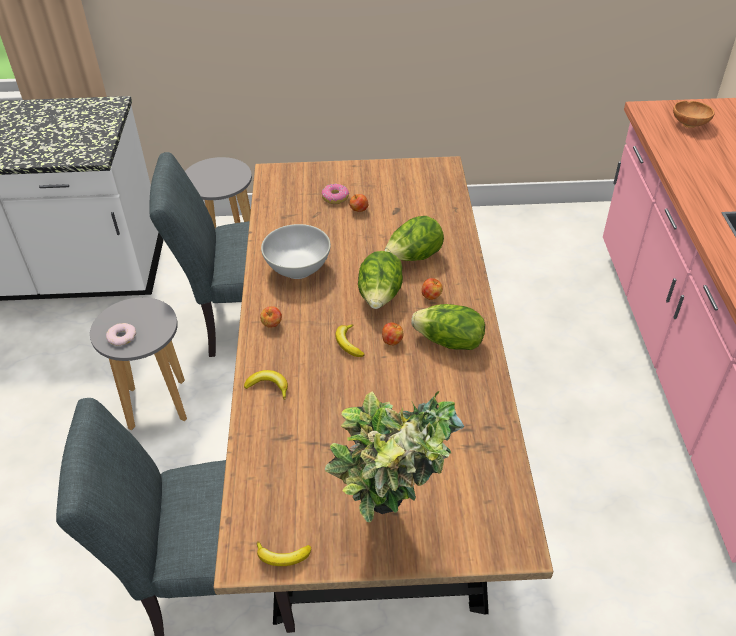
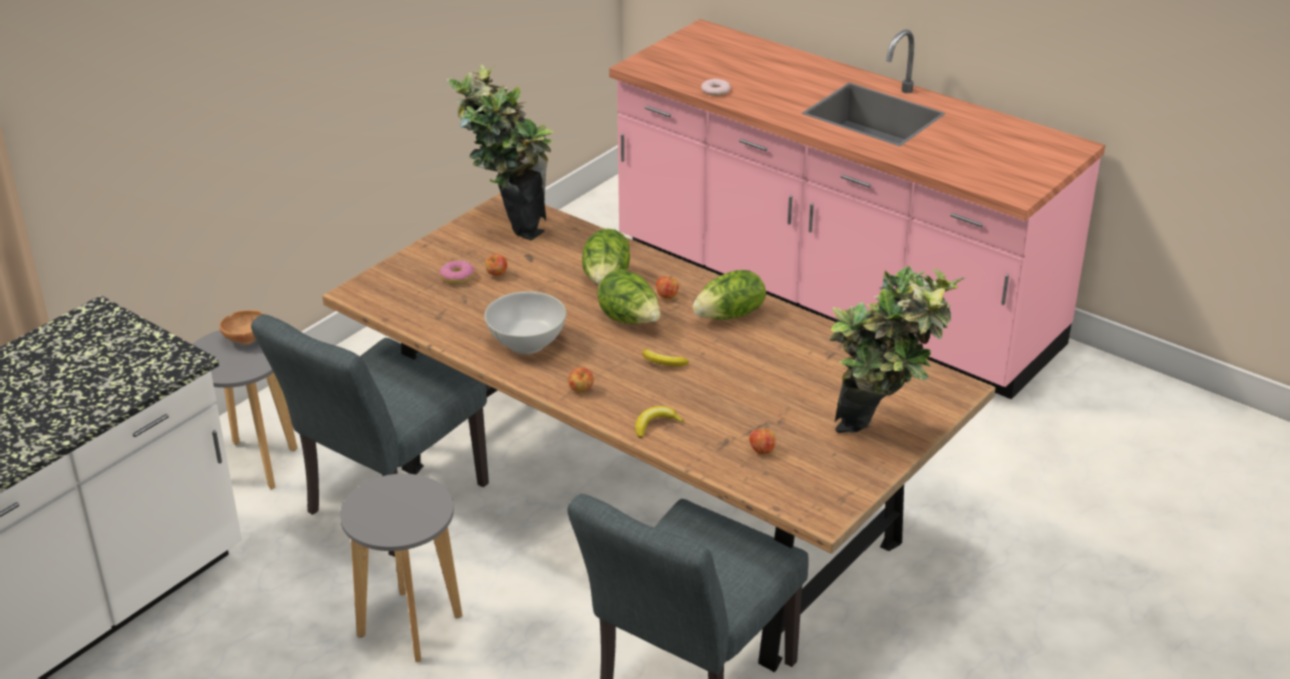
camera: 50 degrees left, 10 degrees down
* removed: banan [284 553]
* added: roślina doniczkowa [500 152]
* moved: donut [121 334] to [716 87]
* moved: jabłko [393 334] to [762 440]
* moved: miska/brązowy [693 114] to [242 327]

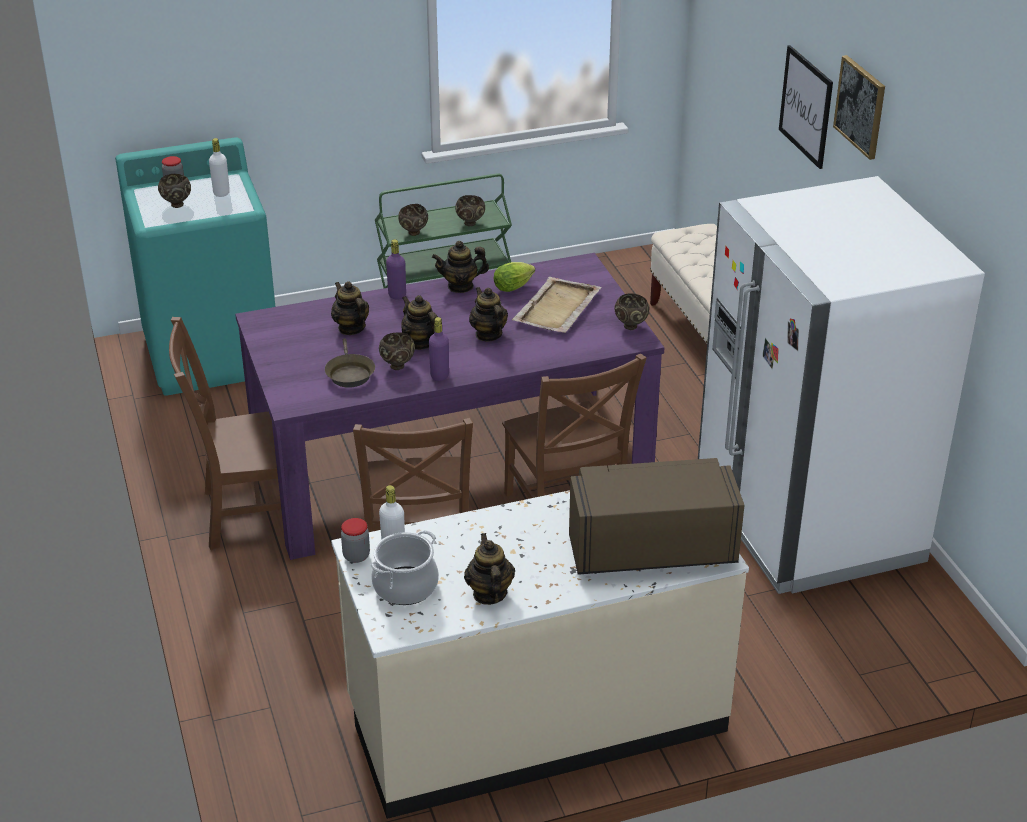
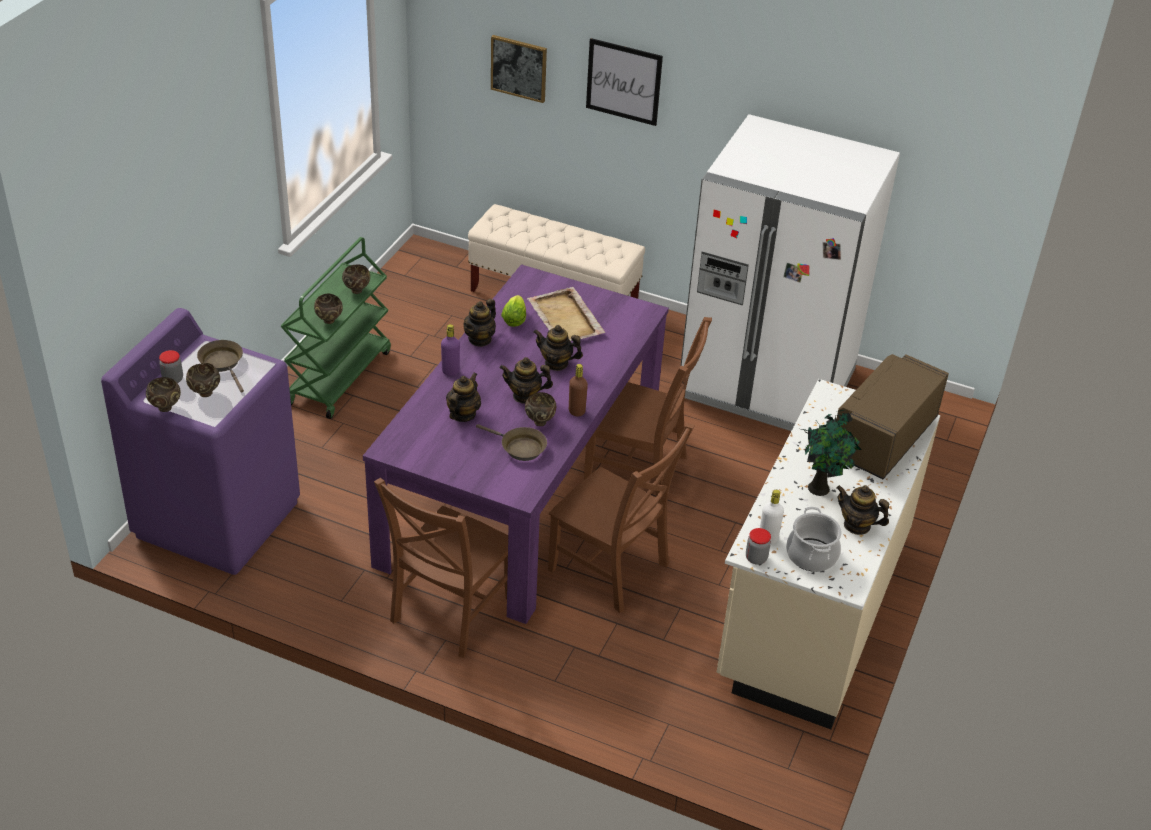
camera: 50 degrees left, 5 degrees up
* added: roślina doniczkowa [832 453]
* moved: miska/brązowy [632 311] to [163 394]
* moved: obraz [859 107] to [519 69]
* replaced: butelka/biały [219 167] to patelnia/brązowy [220 366]
* recoloured: pralka/turkusowy [195 267] to pralka/fioletowy [200 441]
* recoloured: butelka/fioletowy [439 349] to butelka/brązowy [578 390]
* turned: imbryk [350 308] = [463 397] 105 degrees clockwise

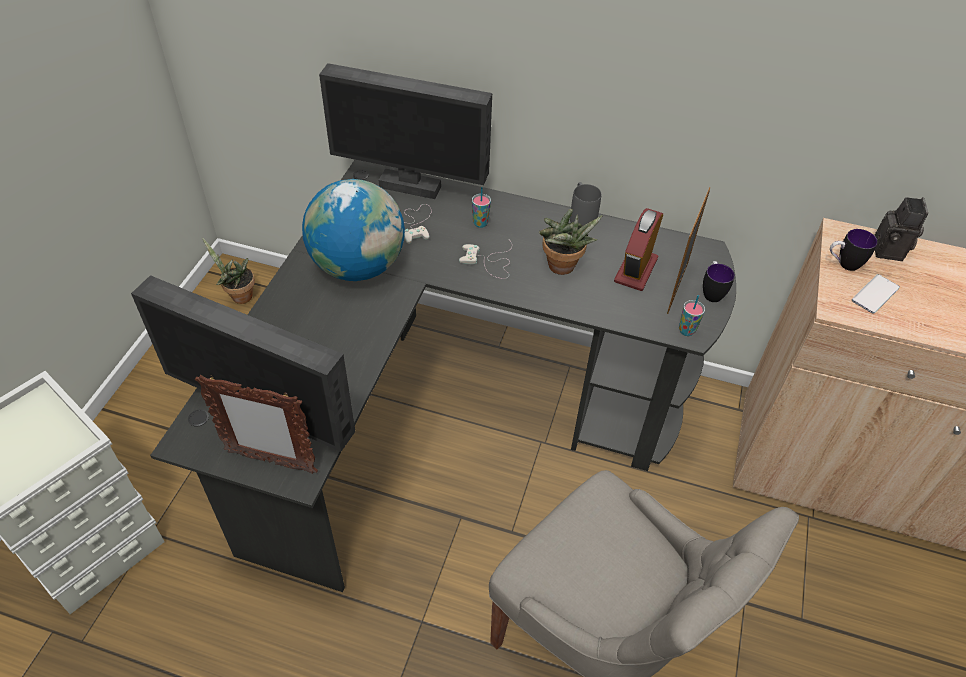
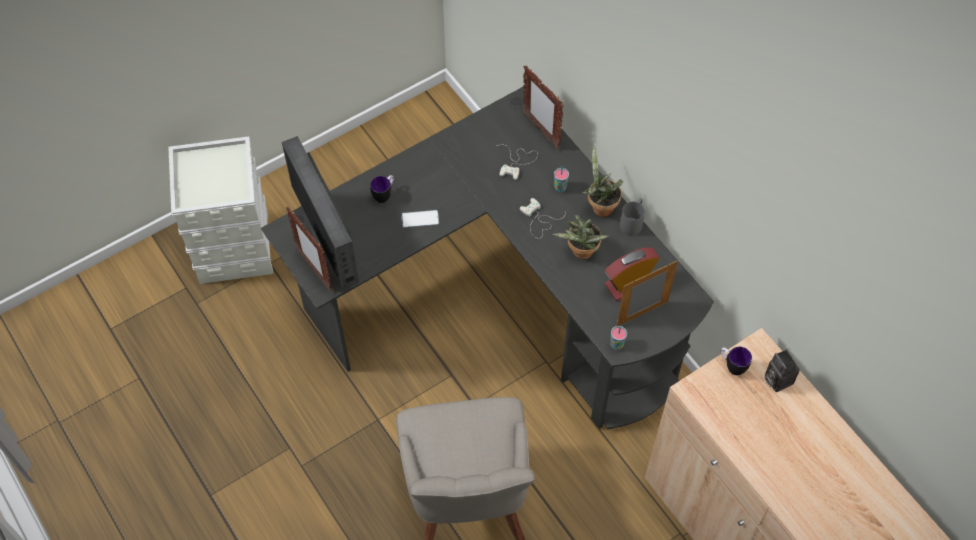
camera: 40 degrees right, 10 degrees up
* removed: globus [353 230]
* moved: roślina doniczkowa [228 270] to [602 180]
* moved: kubek [719 281] to [382 189]
* moved: telefon [876 294] to [420 219]
* replaced: monitor [405 131] to ramka na zdjęcie [543 107]
* turned: aparat fotograficzny [901 229] = [782 370] 105 degrees clockwise

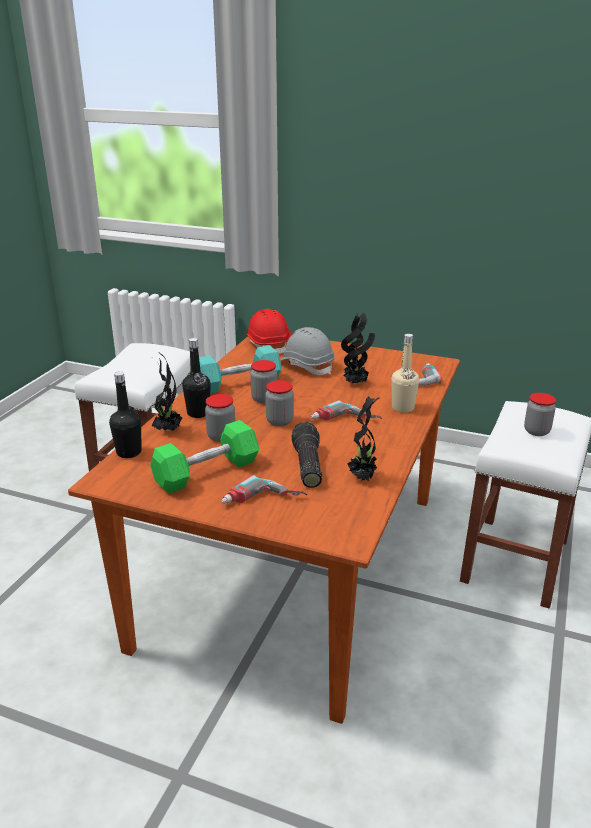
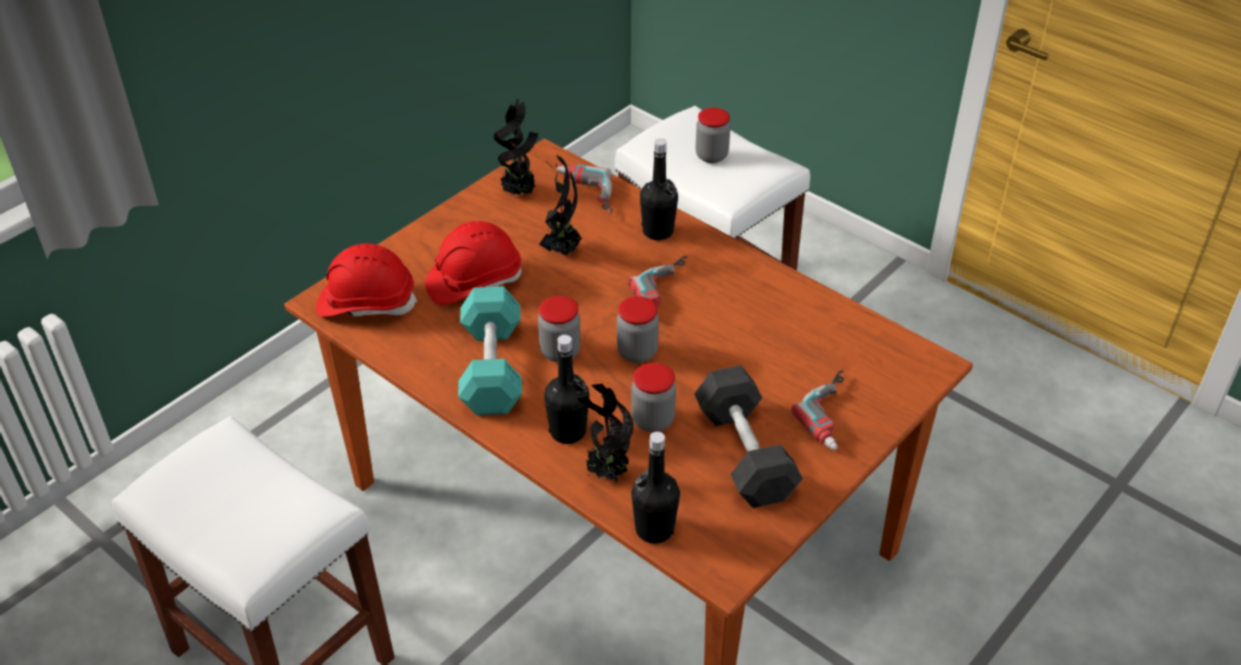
camera: 70 degrees left, 15 degrees up
* removed: latarka [306 455]
* moved: roślina doniczkowa [363 438] to [516 147]
* recoloured: hantel/zielony [204 457] to hantel/szary [748 436]
* recoloured: kask/szary [307 351] to kask/czerwony [473 263]
* recoloured: butelka/beżowy [405 373] to butelka/czarny [659 189]

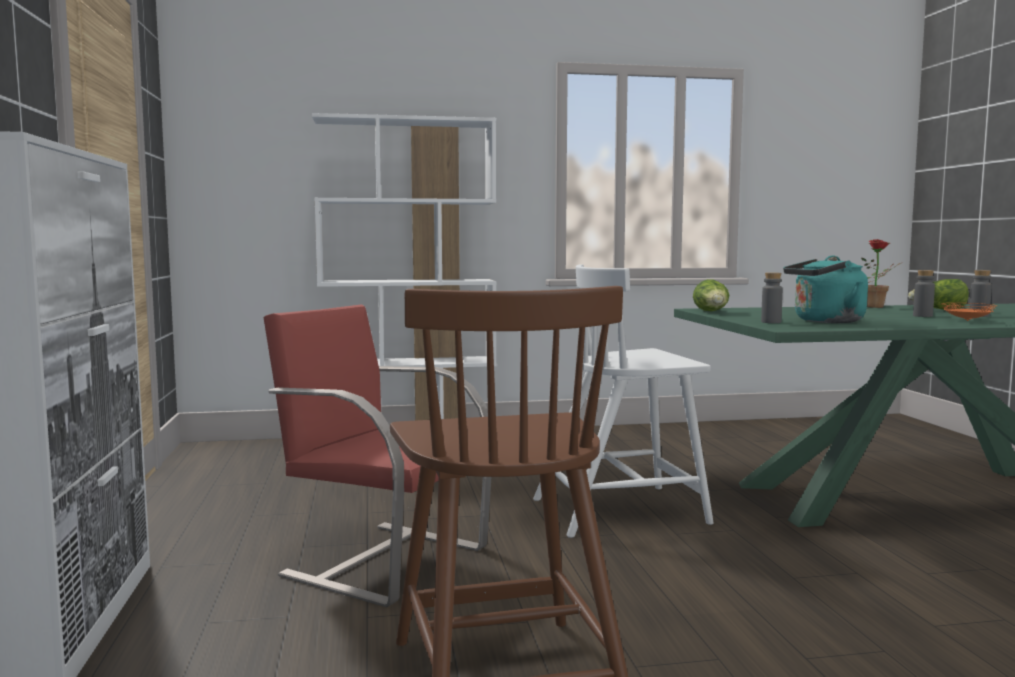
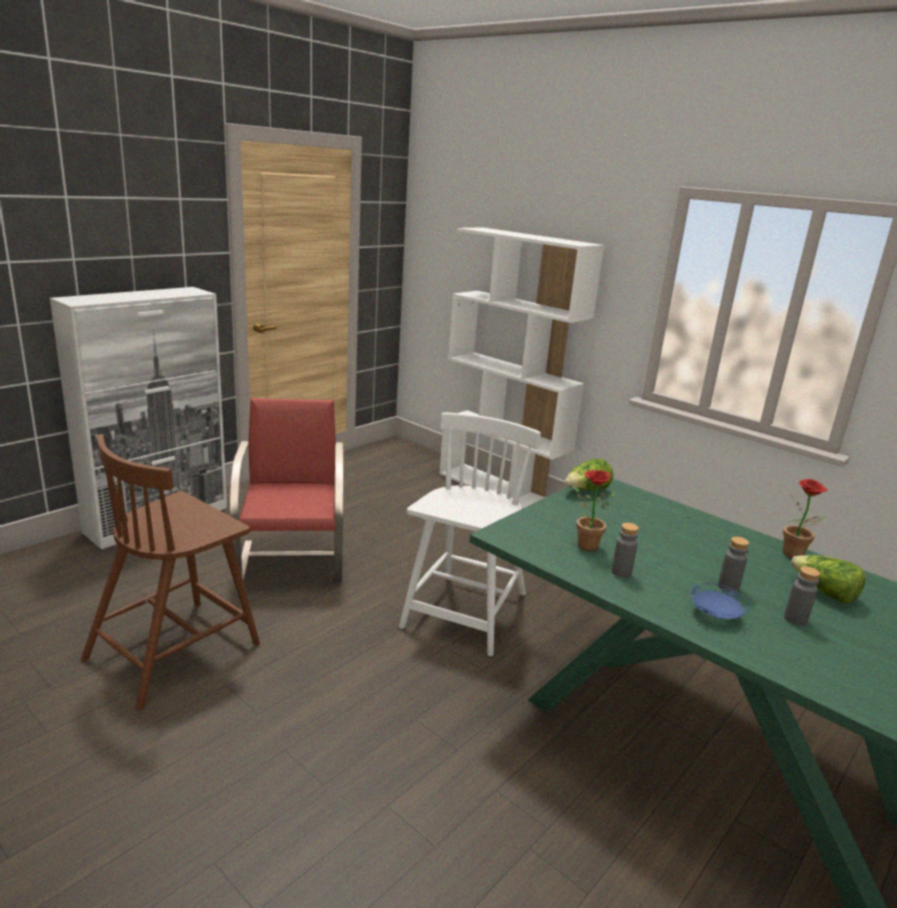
camera: 50 degrees right, 15 degrees up
* moved: butelka/szary [772 297] to [625 550]
* replaced: czajnik/turkusowy [825 289] to roślina doniczkowa [594 510]
* recoloured: talerz/pomarańczowy [969 312] to talerz/niebieski [720 601]
* turned: krzesło/biały [623 401] = [470 534] 75 degrees clockwise

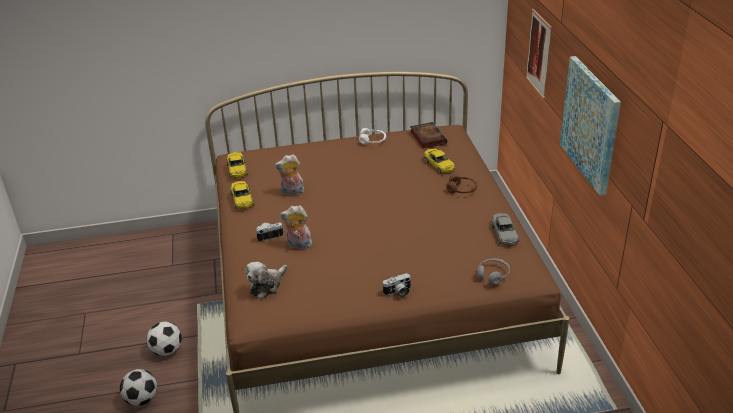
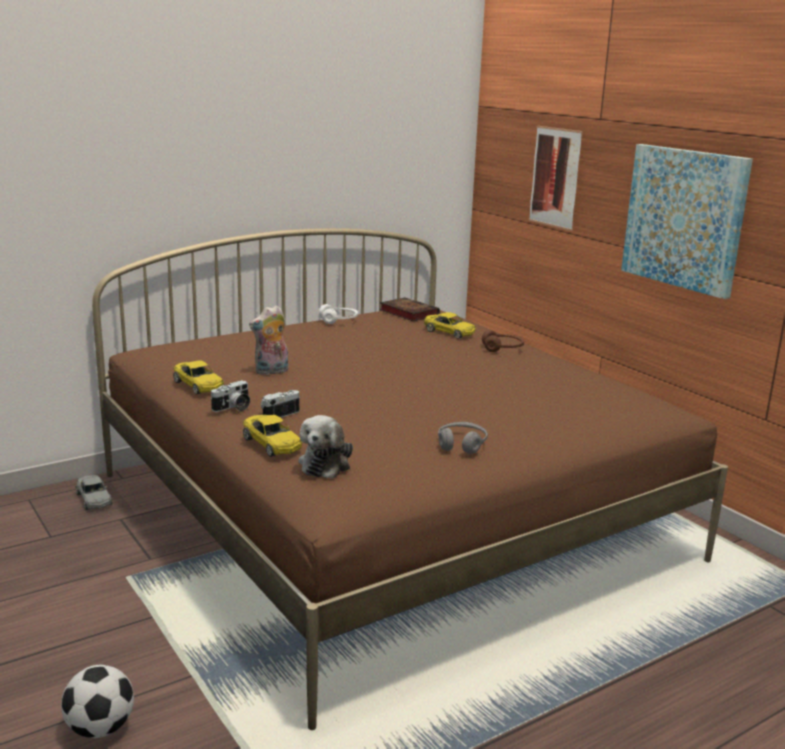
camera: 25 degrees left, 15 degrees down
* removed: piłka futbolowa [164 338]
* removed: pluszak [296 227]
* moved: samochodzik/żółty [236 165] to [272 436]
* moved: aparat fotograficzny [396 285] to [230 396]
* moved: słuchawki/szary [493 271] to [463 438]
* moved: samochodzik/szary [505 229] to [94 492]

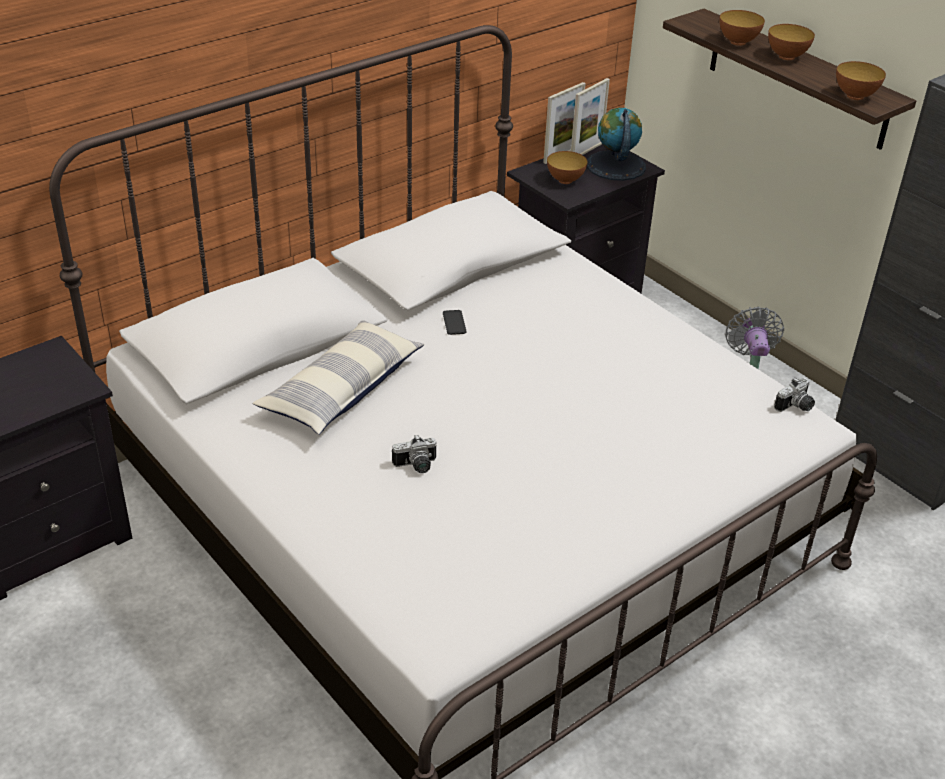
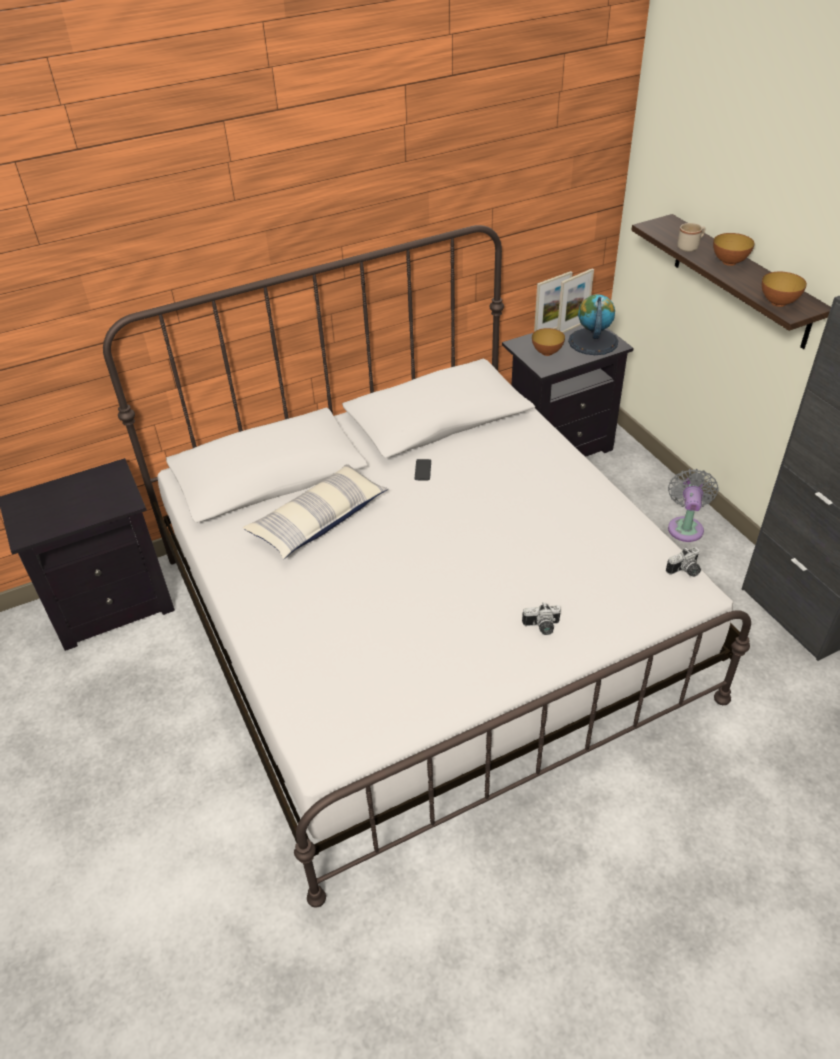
camera: 15 degrees right, 5 degrees up
* moved: aparat fotograficzny [414 454] to [541 618]
* replaced: miska [742 28] to kubek/beżowy [691 237]

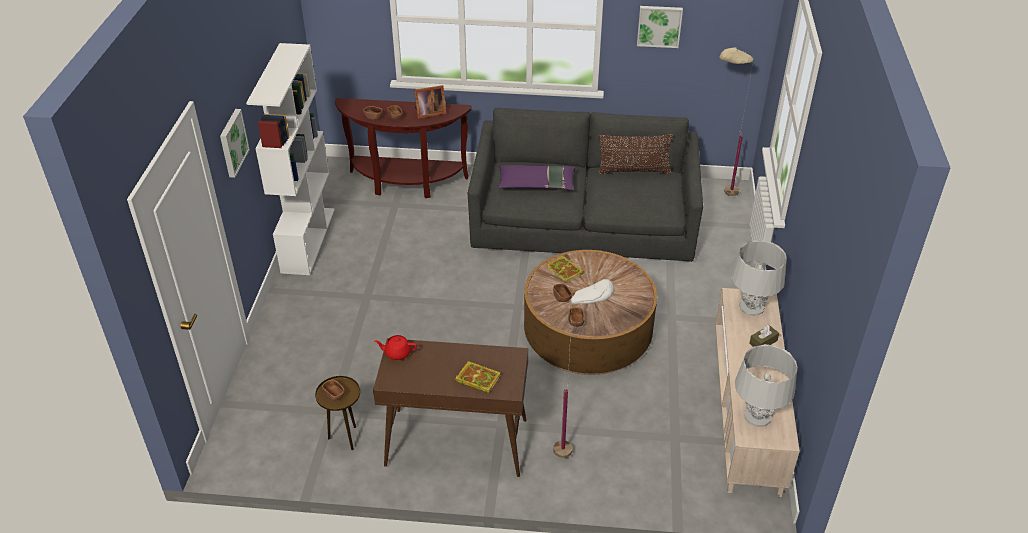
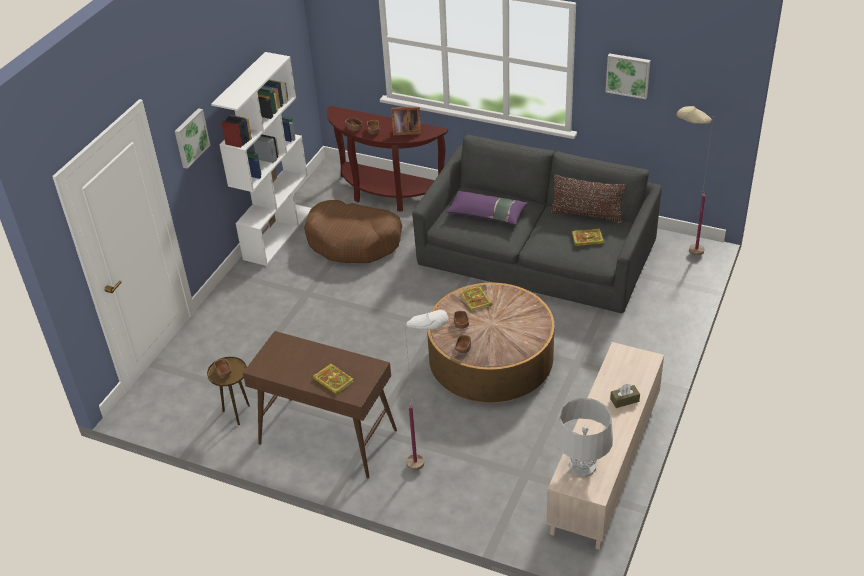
camera: 20 degrees right, 0 degrees up
* removed: imbryk/czerwony [395 347]
* removed: lampa stołowa/szary [759 278]
* added: legowisko/brązowy [353 231]
* added: książka [588 237]

